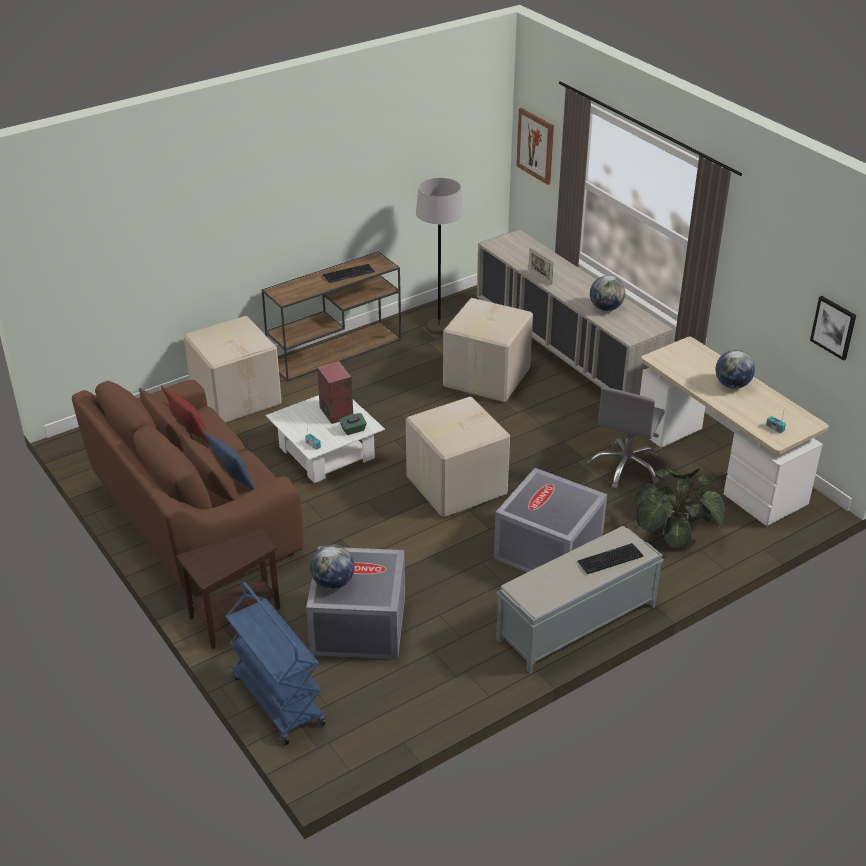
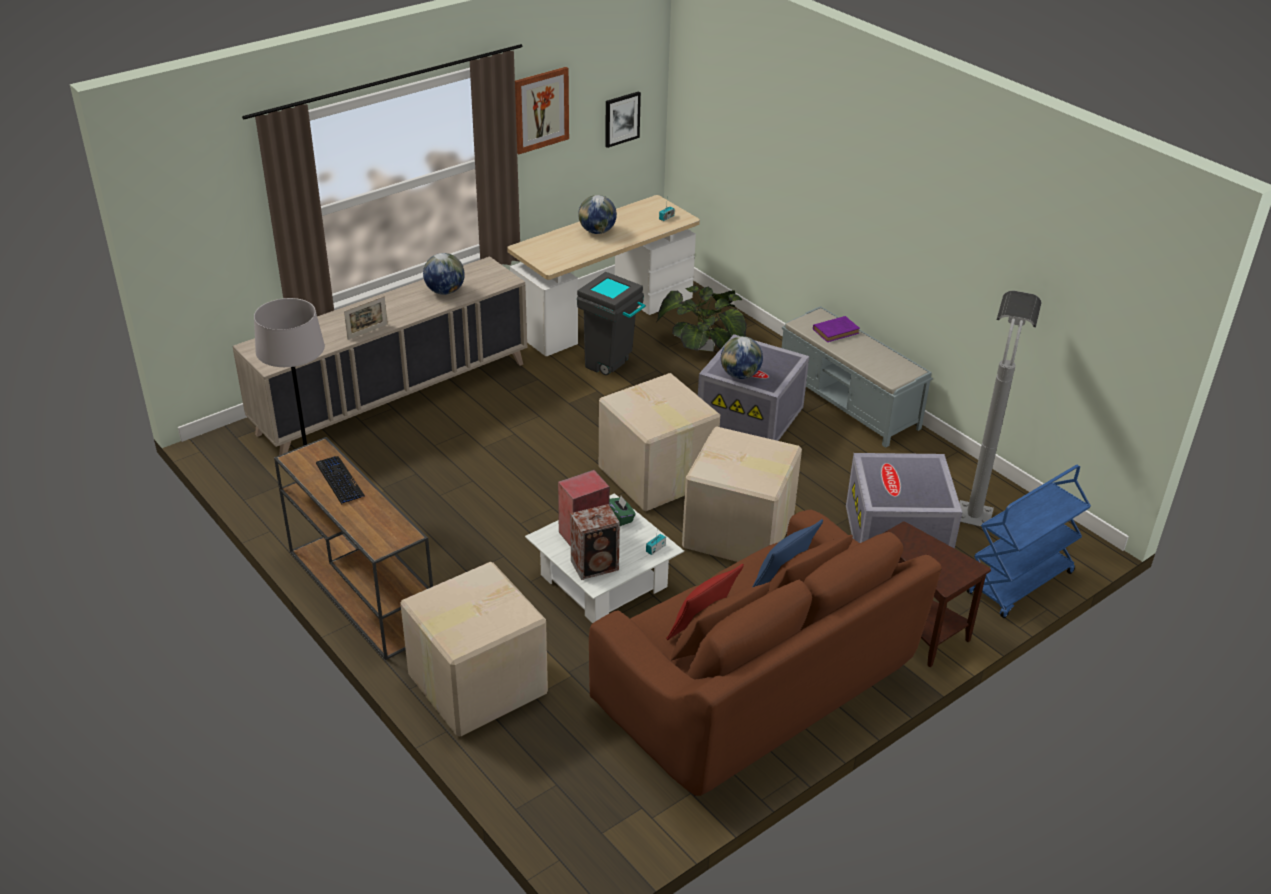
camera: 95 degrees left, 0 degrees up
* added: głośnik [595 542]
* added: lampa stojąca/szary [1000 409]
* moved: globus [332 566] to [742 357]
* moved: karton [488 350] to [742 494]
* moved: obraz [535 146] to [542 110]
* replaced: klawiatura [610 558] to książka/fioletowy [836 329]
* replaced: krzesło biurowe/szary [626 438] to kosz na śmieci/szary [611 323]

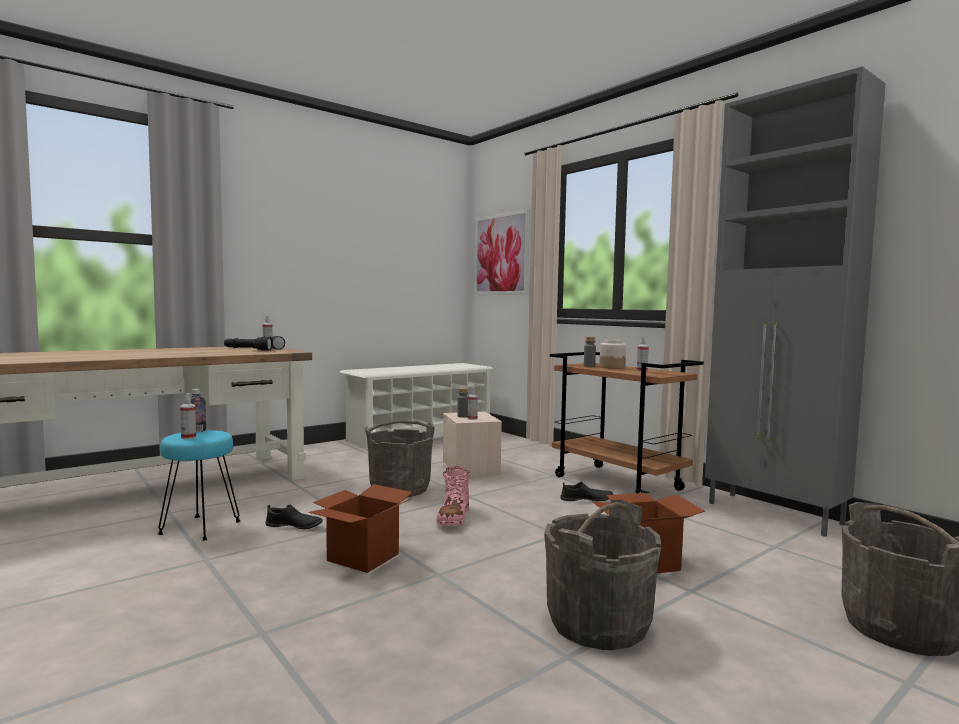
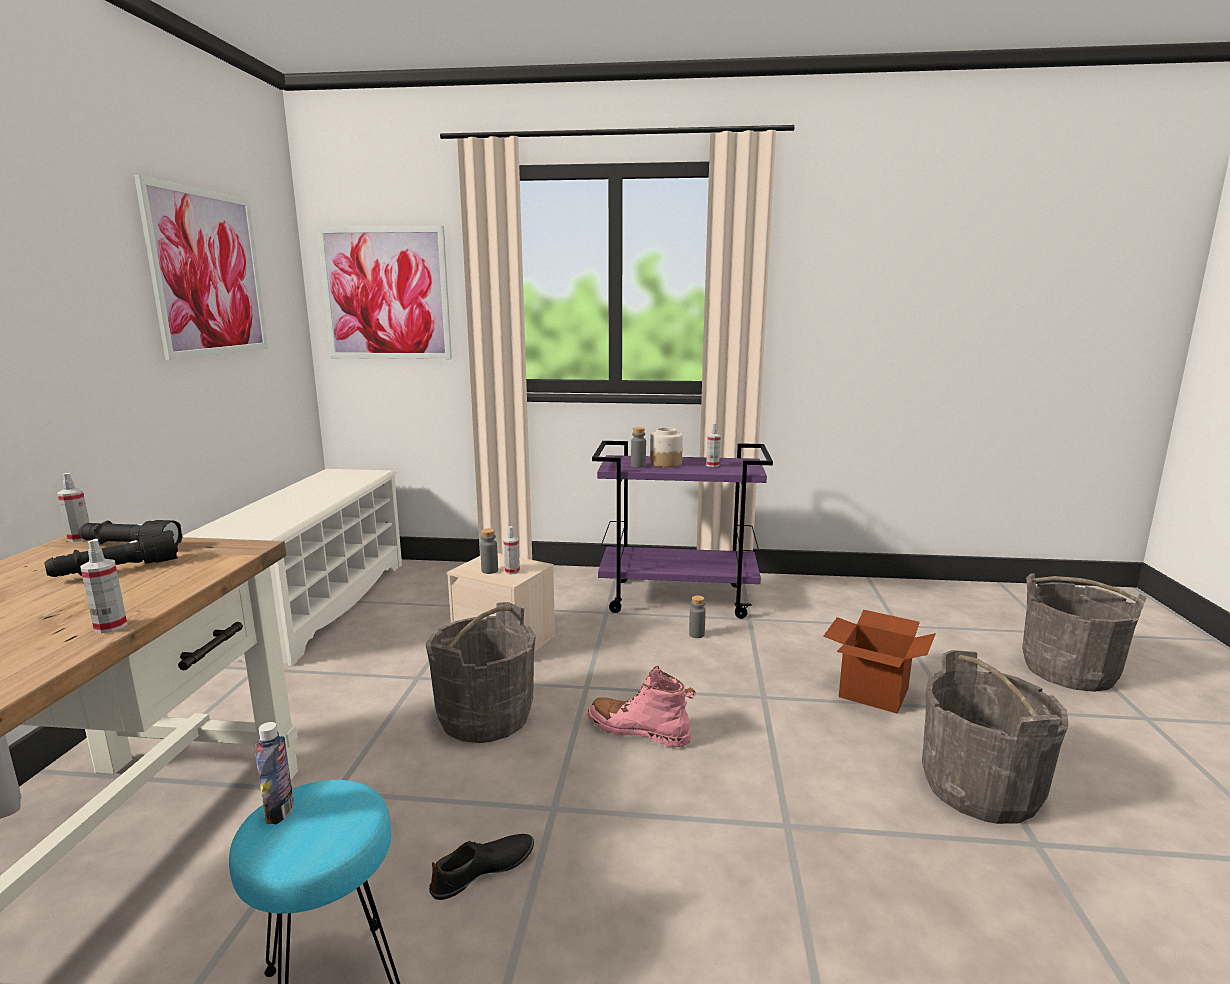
camera: 45 degrees left, 10 degrees up
* removed: karton [360 528]
* removed: szafka/szary [795 301]
* added: obraz [201 267]
* moved: spryskiwacz [188 416] to [104 586]
* replaced: but/czarny [587 491] to butelka/szary [697 616]
* recoloured: wózek/brązowy [627 422] to wózek/fioletowy [682 530]
* turned: but z cholewką/różowy [453 496] = [641 707] 150 degrees clockwise

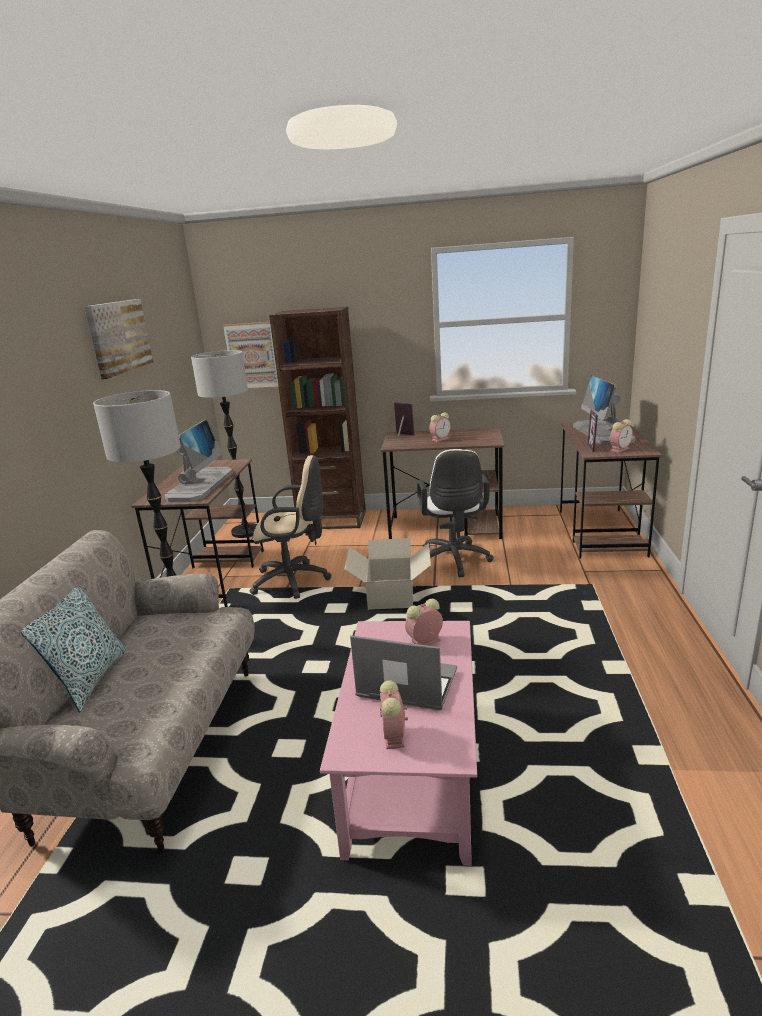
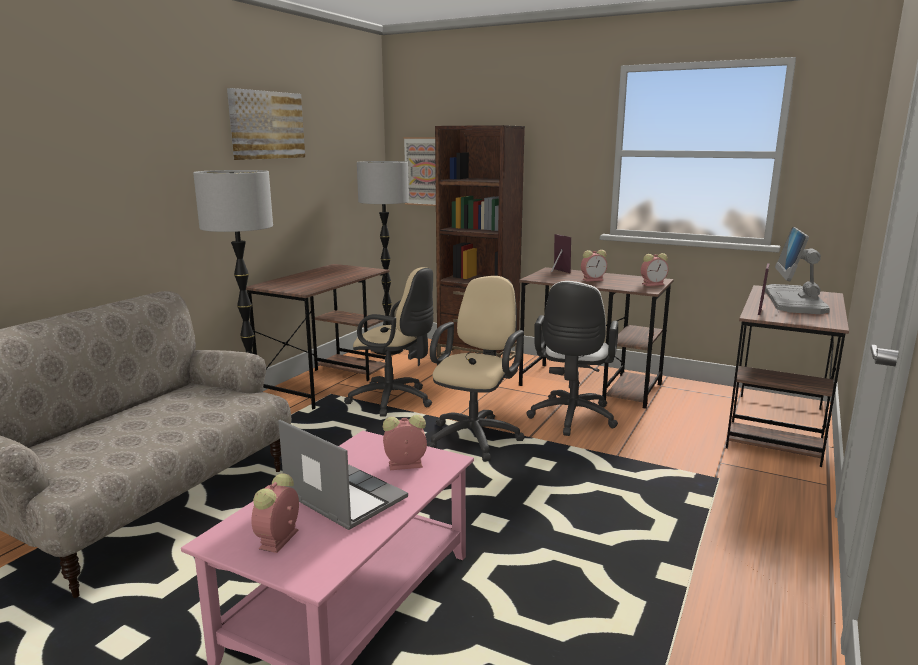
camera: 20 degrees right, 5 degrees down
* removed: poduszka [74 649]
* removed: monitor [198 461]
* moved: budzik [621 436] to [654 269]
* replaced: karton [387 574] to krzesło biurowe/beżowy [475 369]

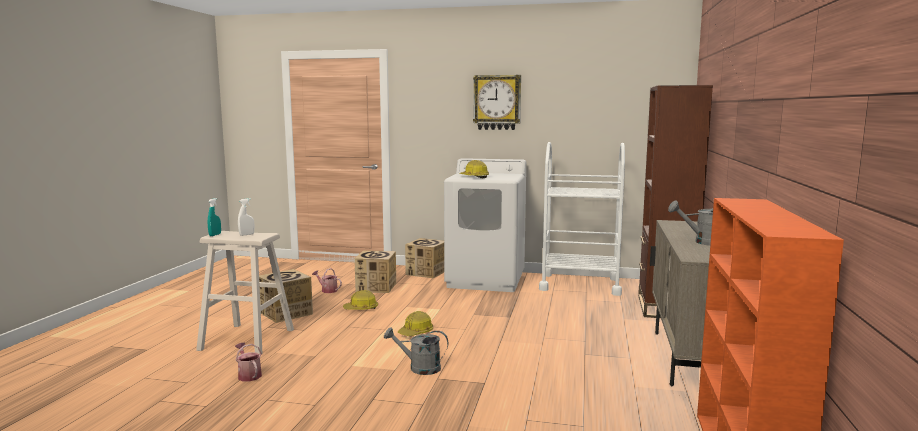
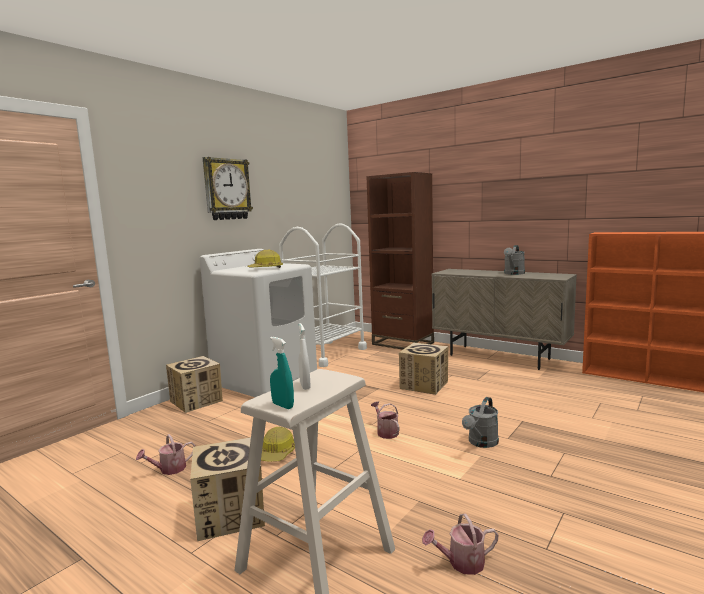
camera: 65 degrees left, 0 degrees up
* moved: karton [375 271] to [423 369]
* replaced: kask [415 323] to konewka [385 420]

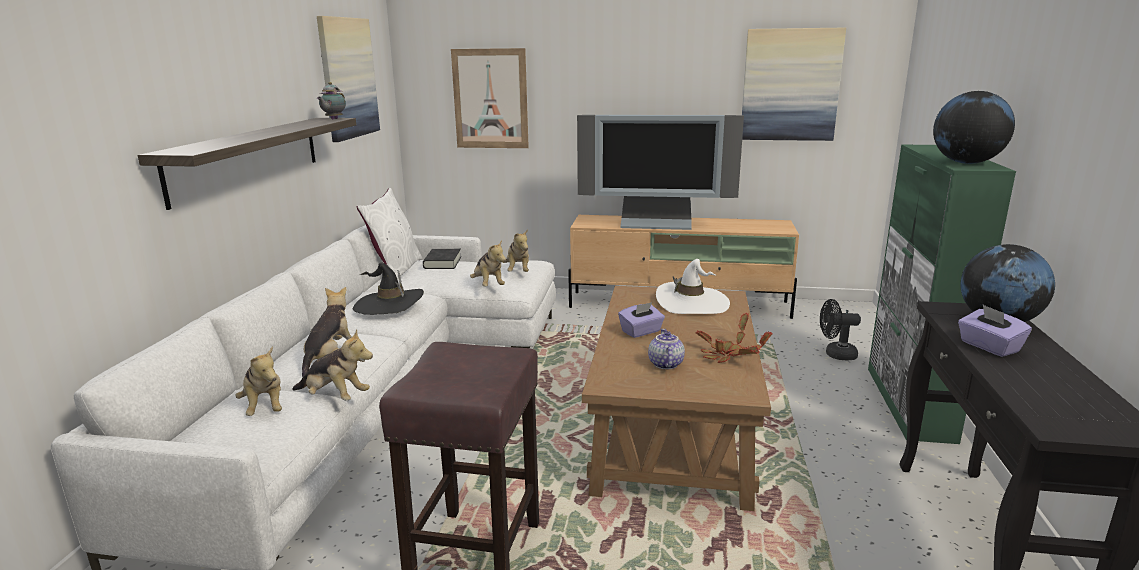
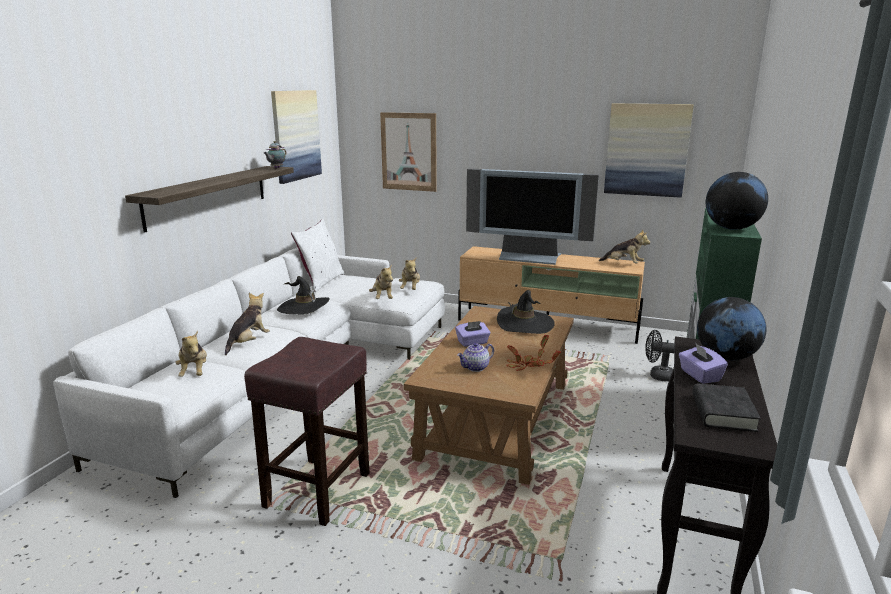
camera: 10 degrees right, 0 degrees up
* moved: pluszak [332 365] to [624 246]
* moved: książka/czarny [442 259] to [726 407]
* recoloured: kapelusz/biały [693 286] to kapelusz/czarny [526 312]
* turned: imbryk [666 349] = [475 357] 135 degrees counterclockwise

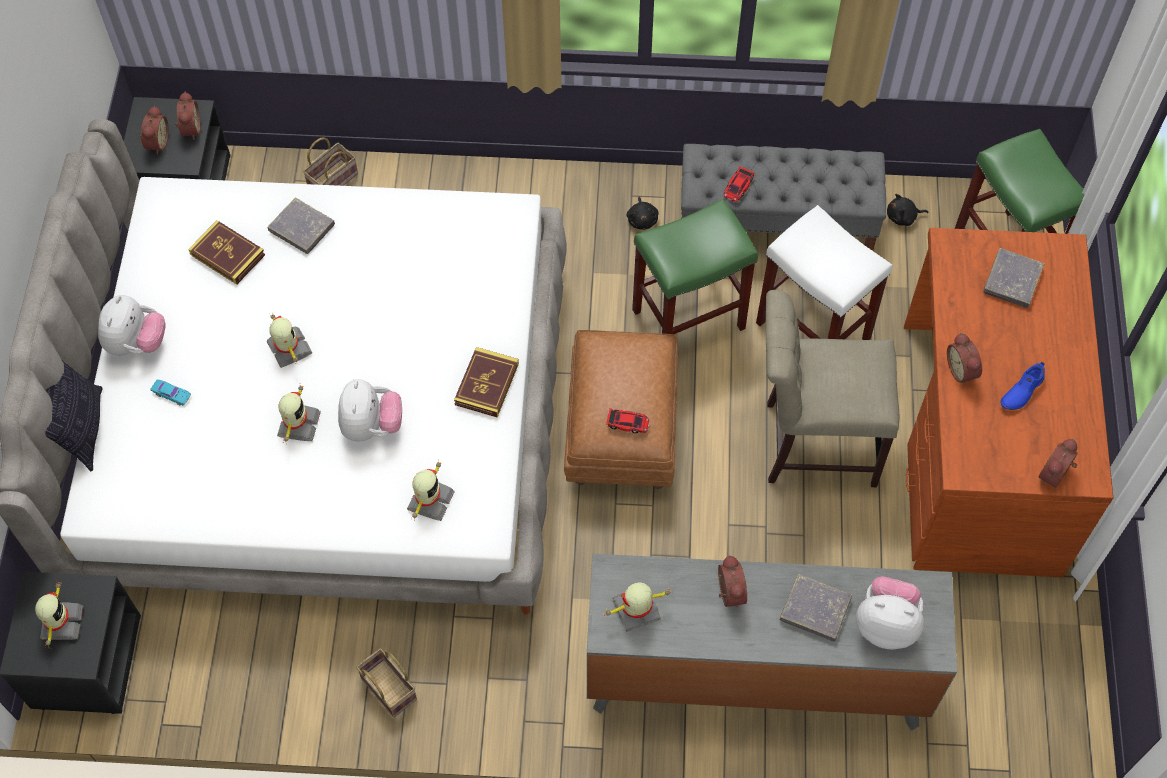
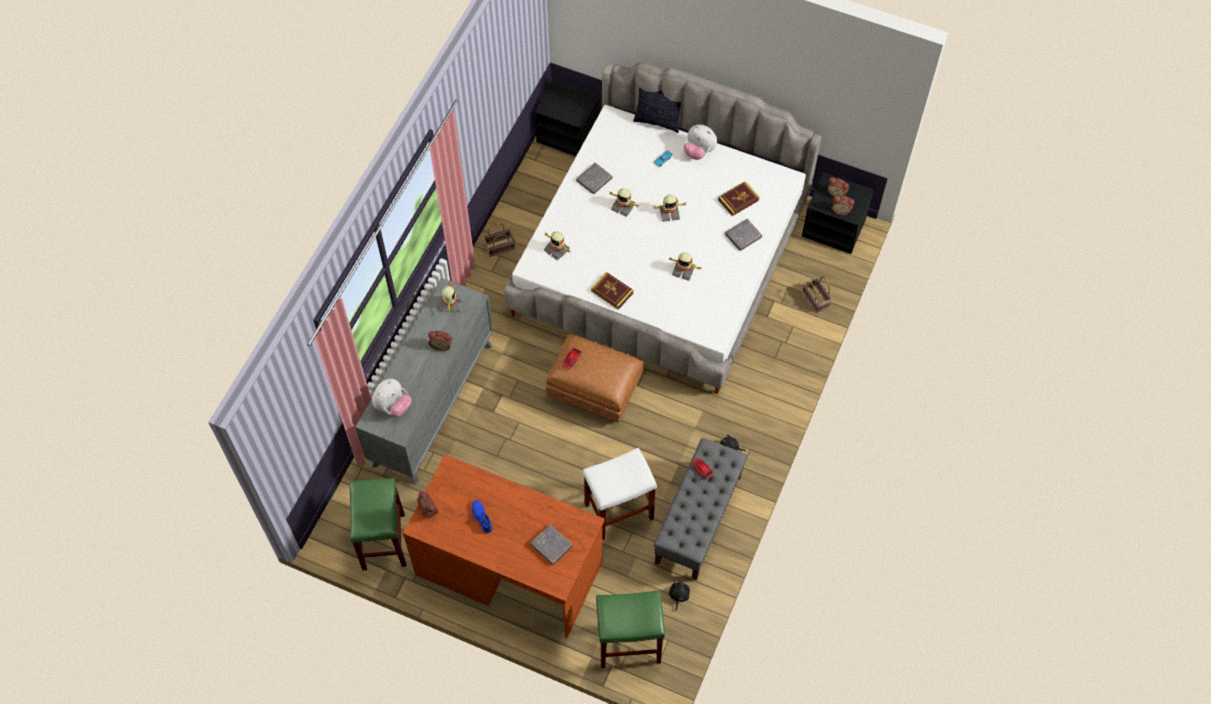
camera: 110 degrees right, 0 degrees up
* removed: pluszak [370 410]
* removed: krzesło/beżowy [832 388]
* removed: budzik [964 359]
* moved: robot zabawkowy [59 614] to [685 266]
* moved: stołek/zielony [695 266] to [378 524]
* moved: książka/szary [816 608] to [594 178]

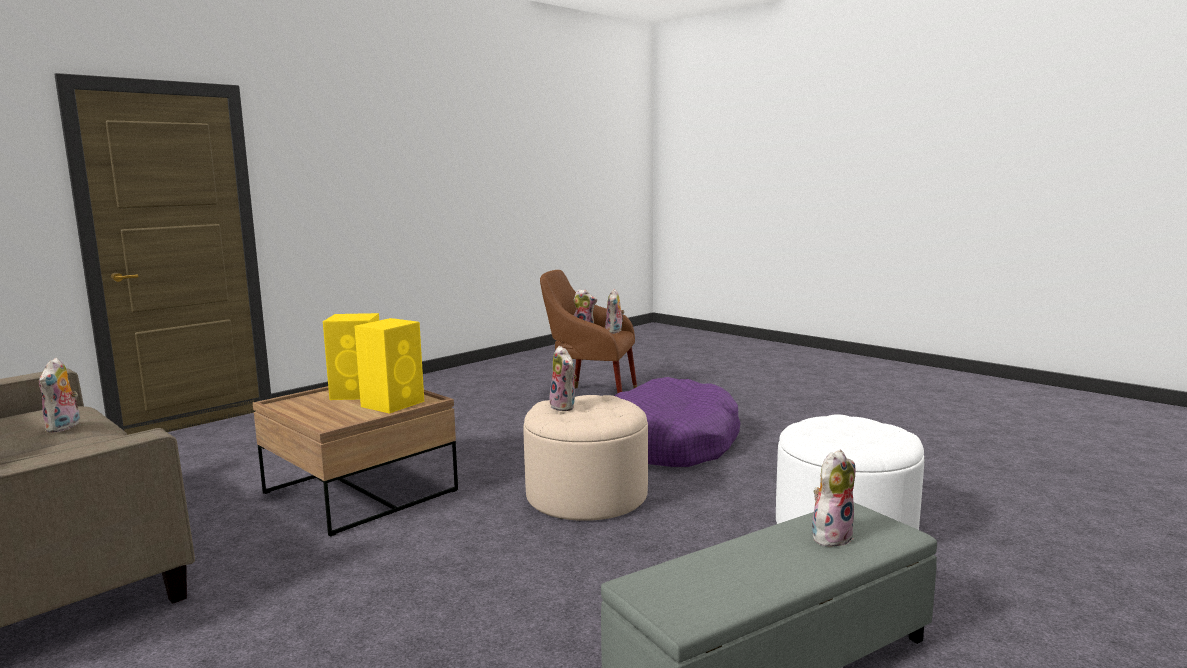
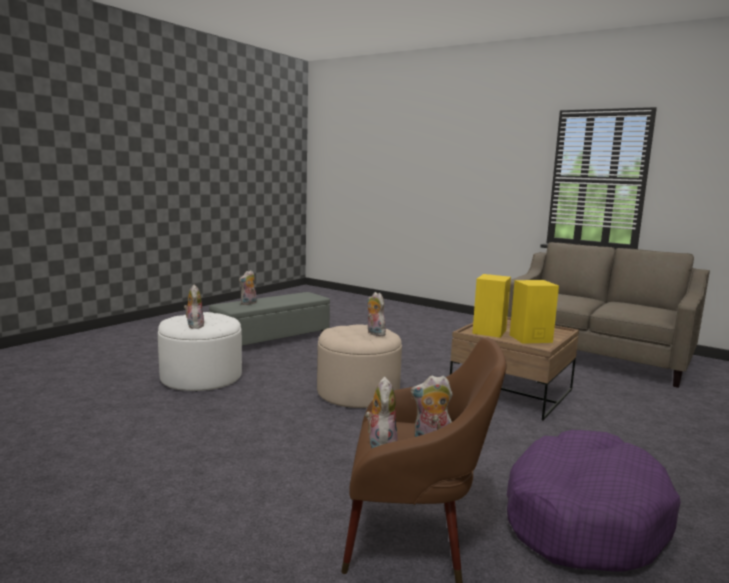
camera: 170 degrees right, 0 degrees up
* moved: pluszak [59 395] to [194 307]
* moved: legowisko/fioletowy [677 422] to [594 501]

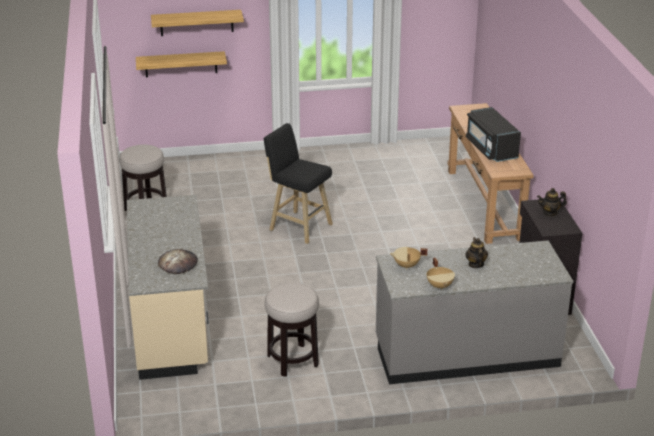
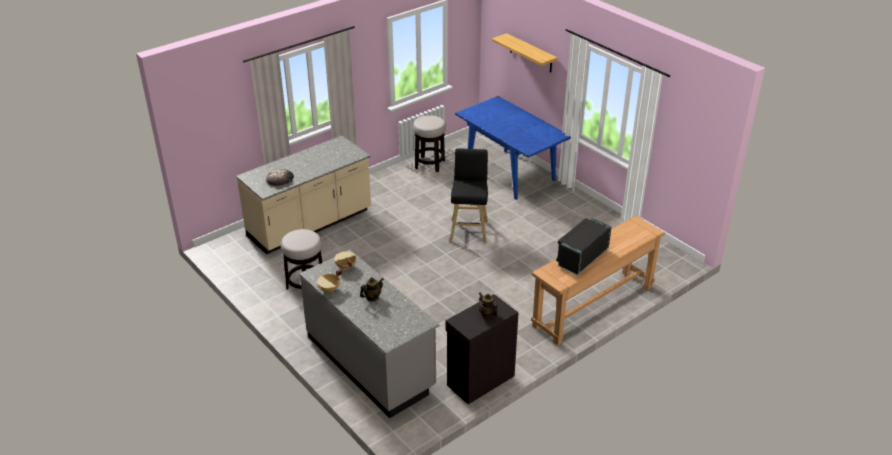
camera: 60 degrees right, 5 degrees up
* removed: półka [181 64]
* added: stół jadalny/niebieski [513 148]

